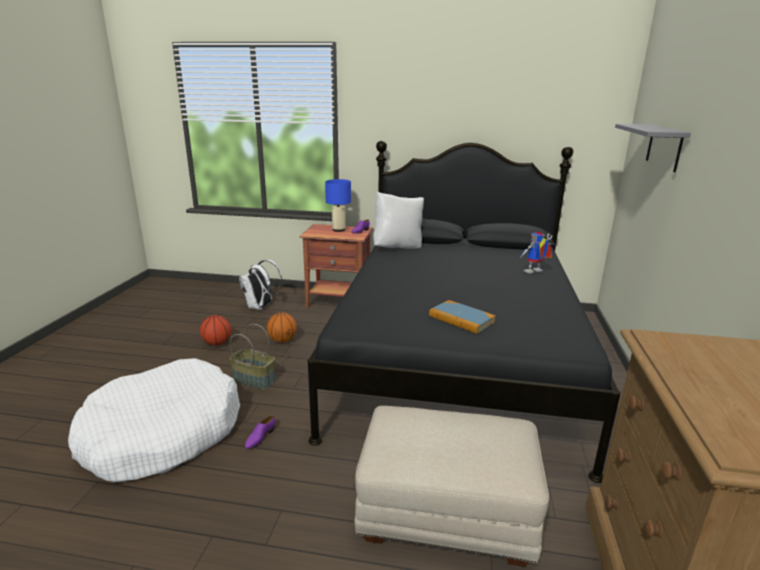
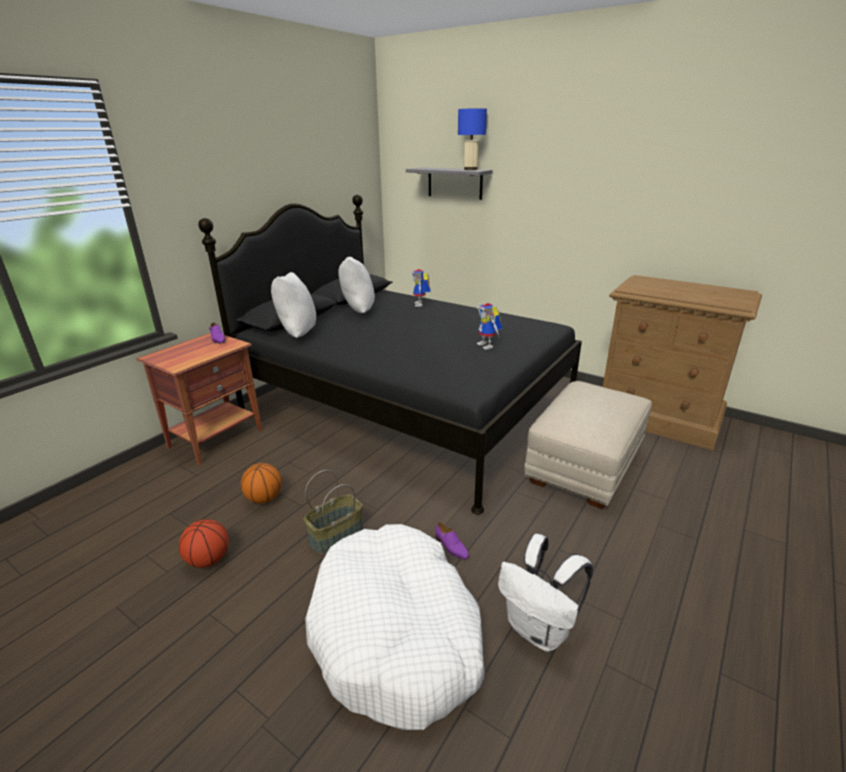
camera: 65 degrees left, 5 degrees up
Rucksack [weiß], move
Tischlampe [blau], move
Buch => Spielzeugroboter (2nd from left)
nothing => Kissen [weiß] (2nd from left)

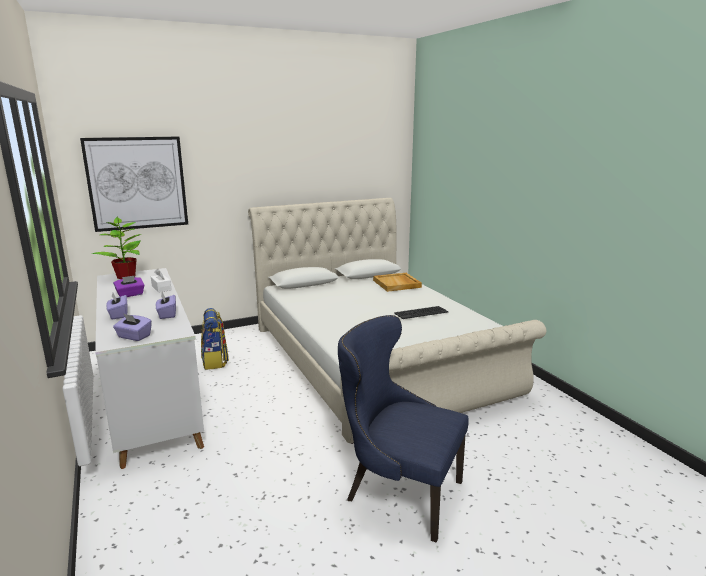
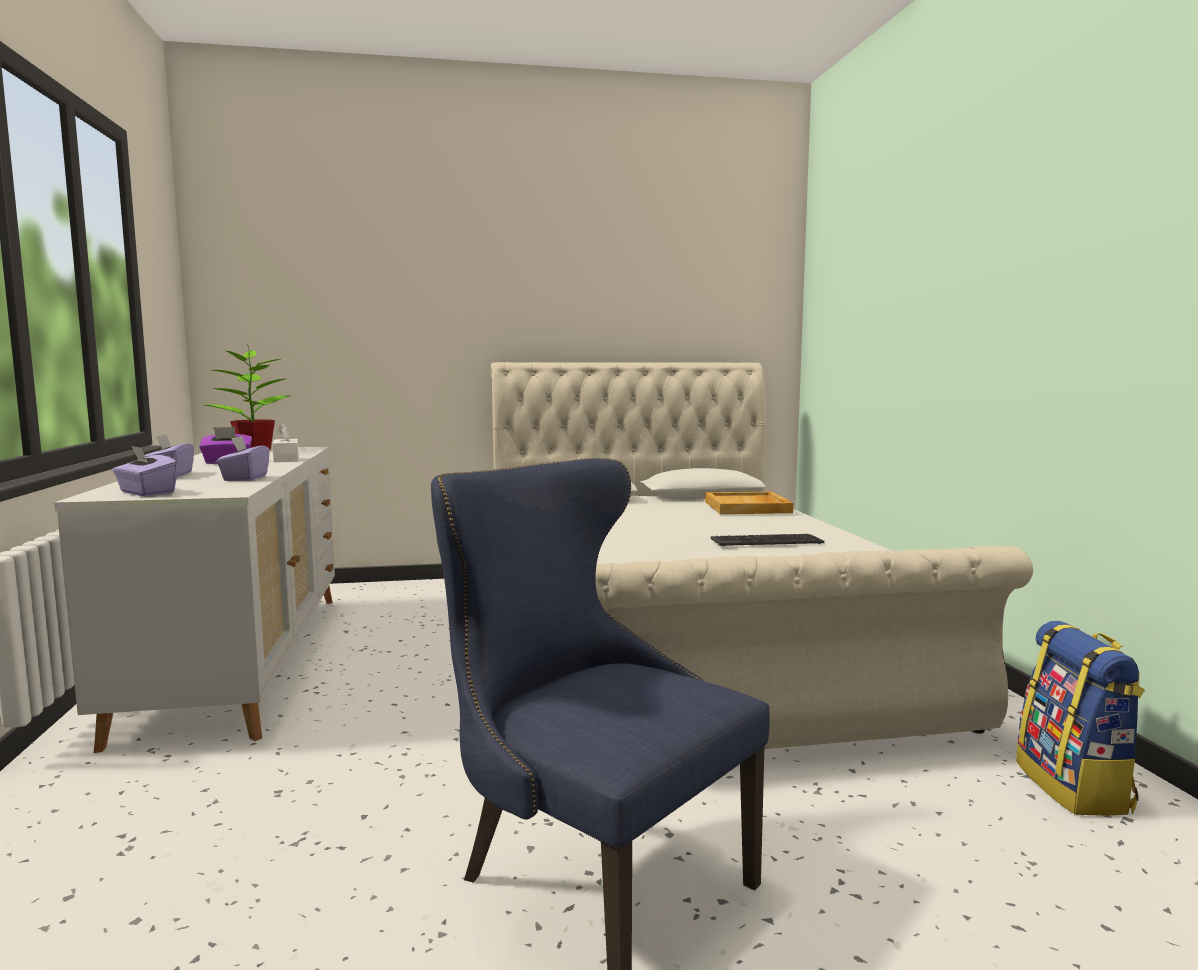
camera: 15 degrees right, 10 degrees down
Bild => nothing
Rucksack, move

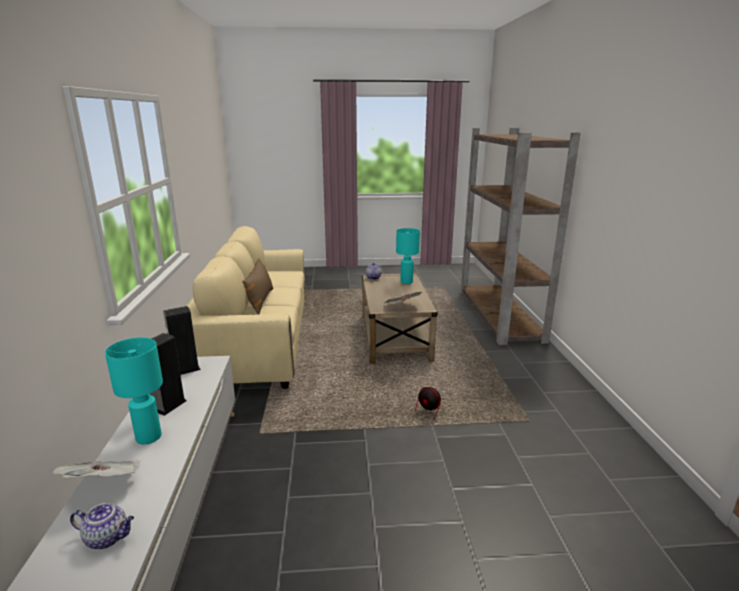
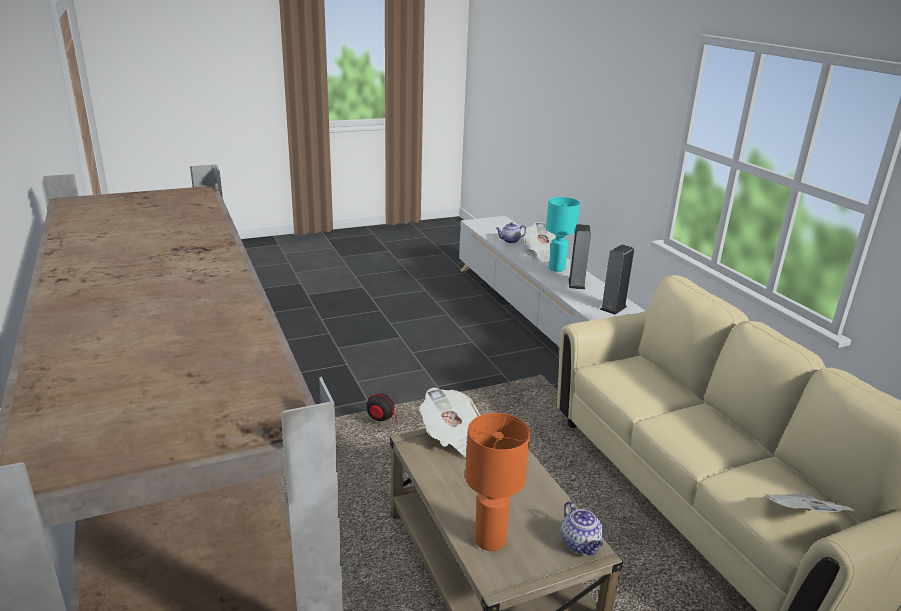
camera: 160 degrees right, 5 degrees up
Kissen [braun] => nothing
Tischlampe [türkis] (2nd from left) => Tischlampe [orange]
nothing => Zeitung (3rd from left)

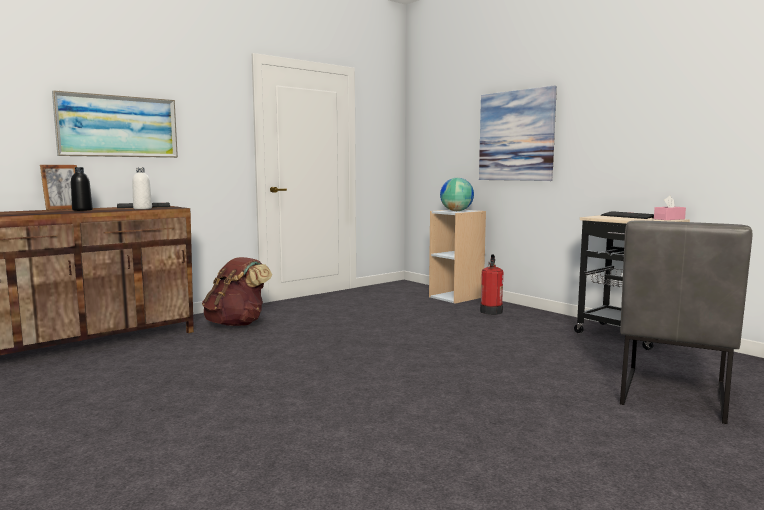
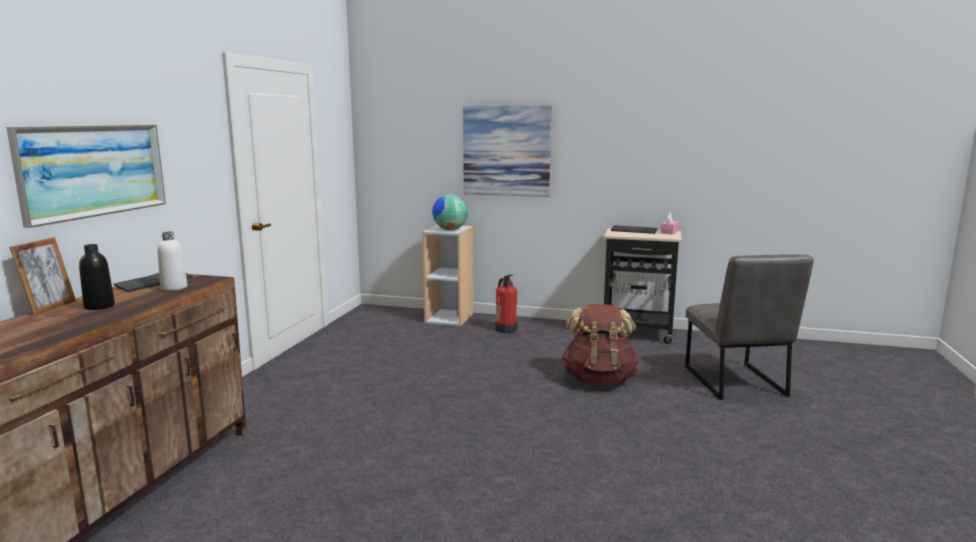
camera: 35 degrees left, 5 degrees up
Rucksack [braun], move

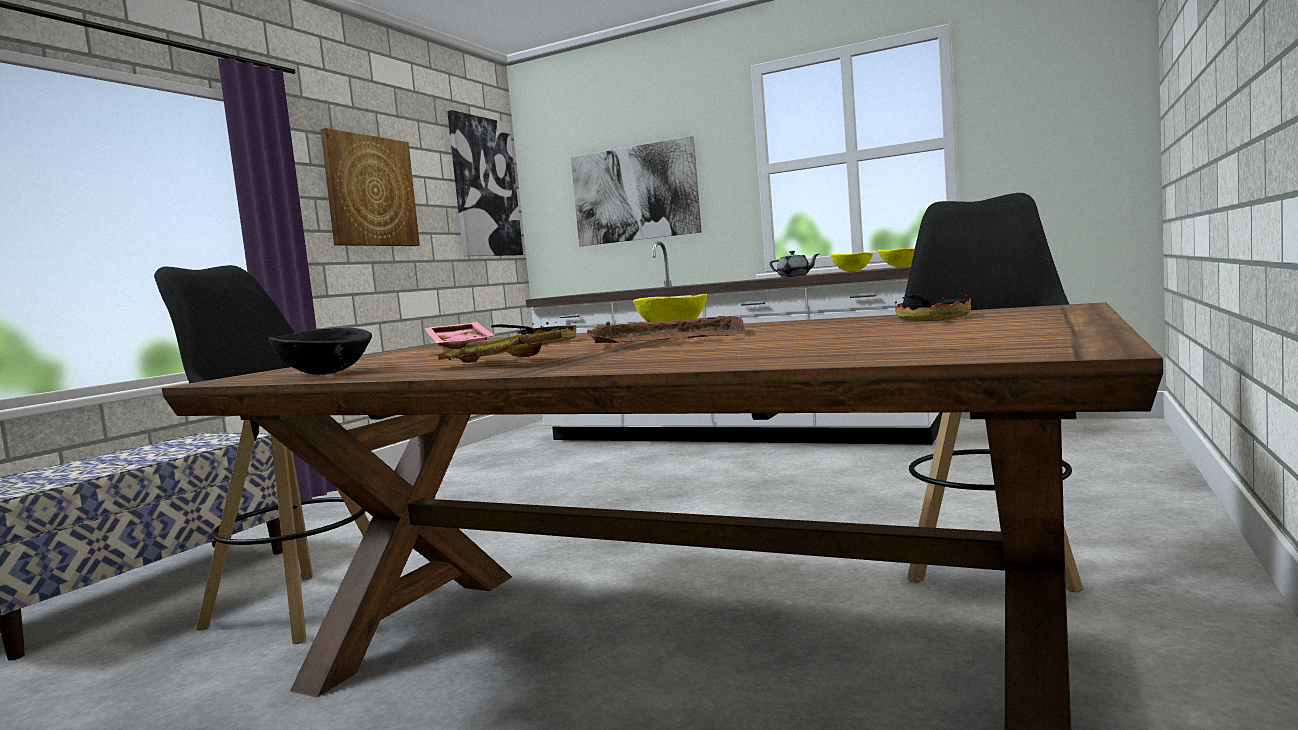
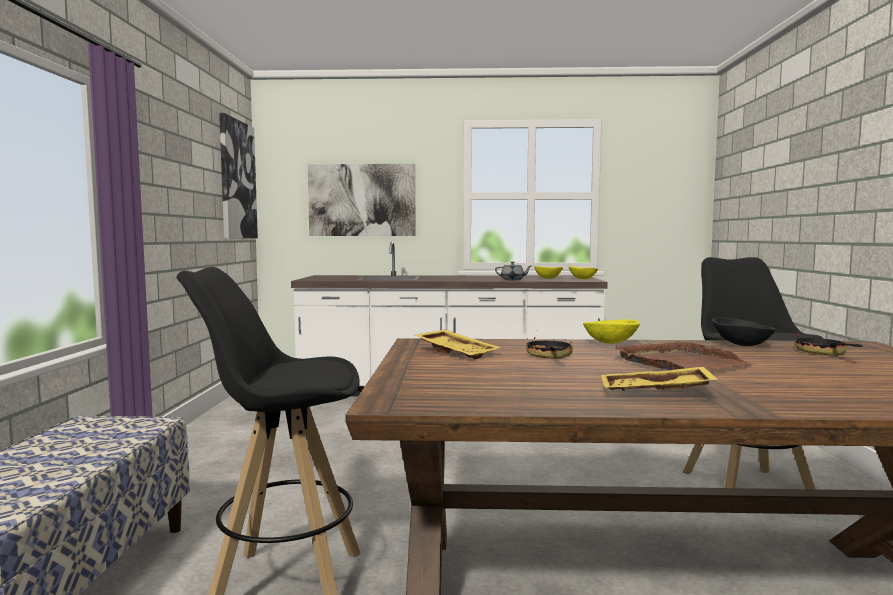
camera: 25 degrees left, 0 degrees up
Schüssel [schwarz], move
Bild (1st from left) => nothing
Tablett [rosa] => Tablett [gelb] (1st from left)

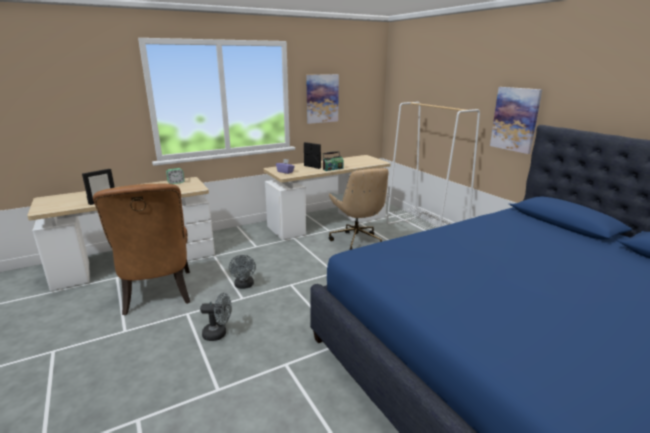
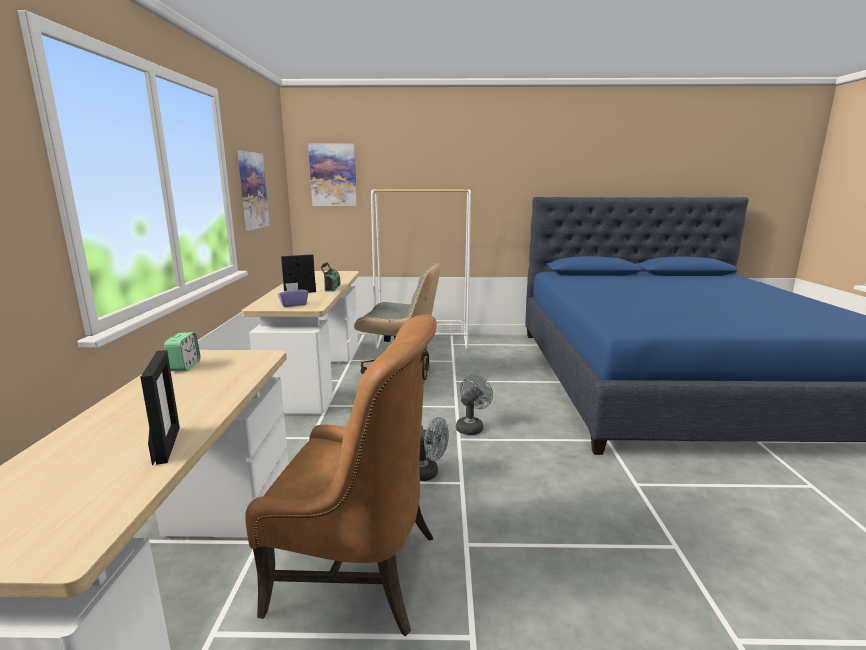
camera: 60 degrees left, 5 degrees down
Ventilator [grau] (1st from left in the first image) => Ventilator [grau] (2nd from left), move
Bild (2nd from left), move

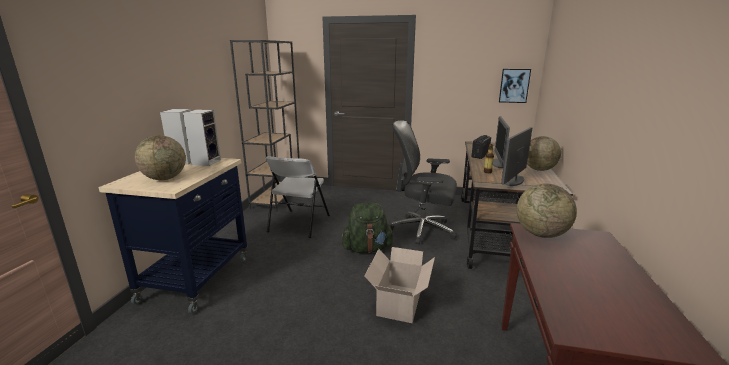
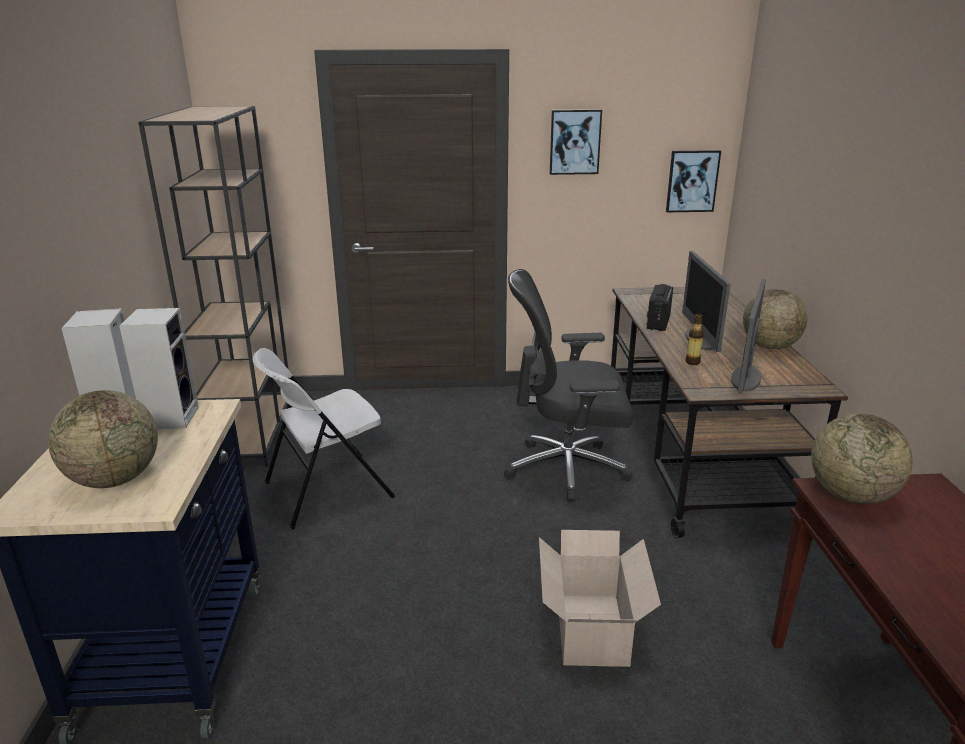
camera: 15 degrees left, 5 degrees up
Stuhl [weiß], 60 degrees clockwise
Rucksack [grün] => nothing
nothing => Bild (1st from left)

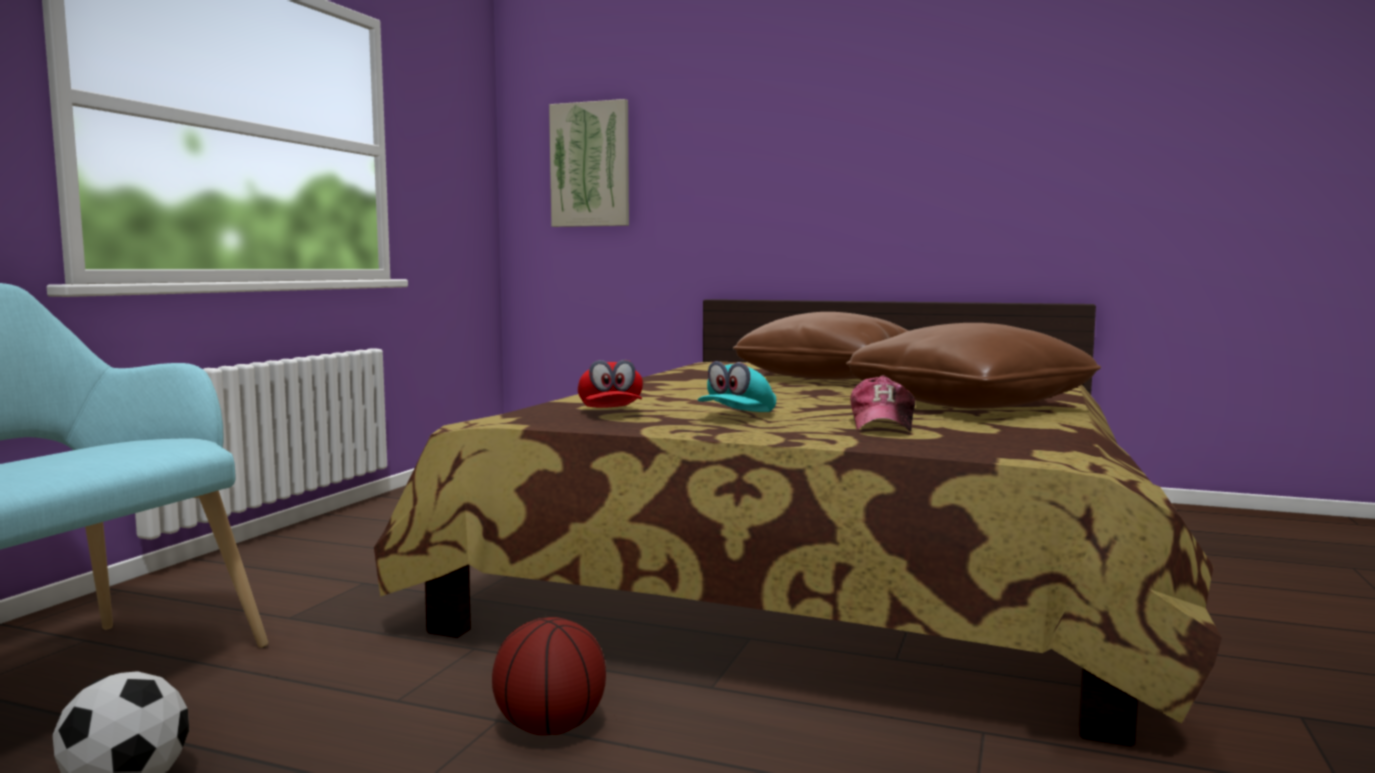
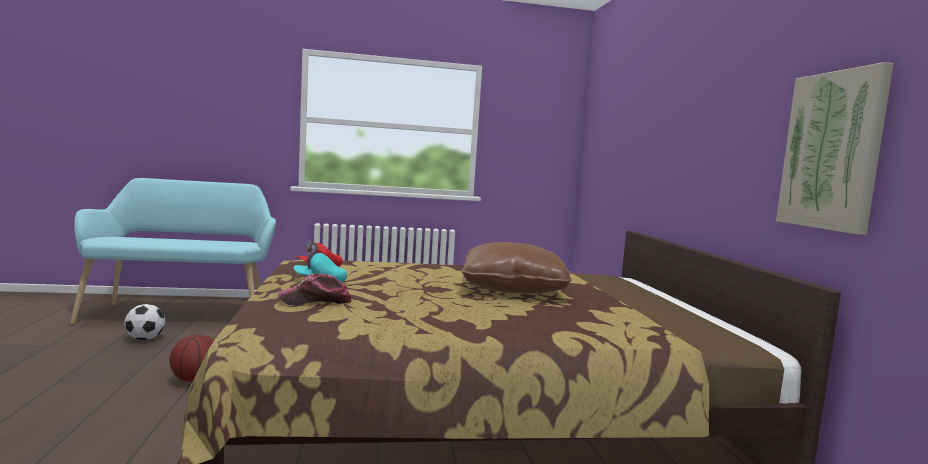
camera: 60 degrees right, 0 degrees up
Bild, move
Kissen [braun] (2nd from left) => nothing

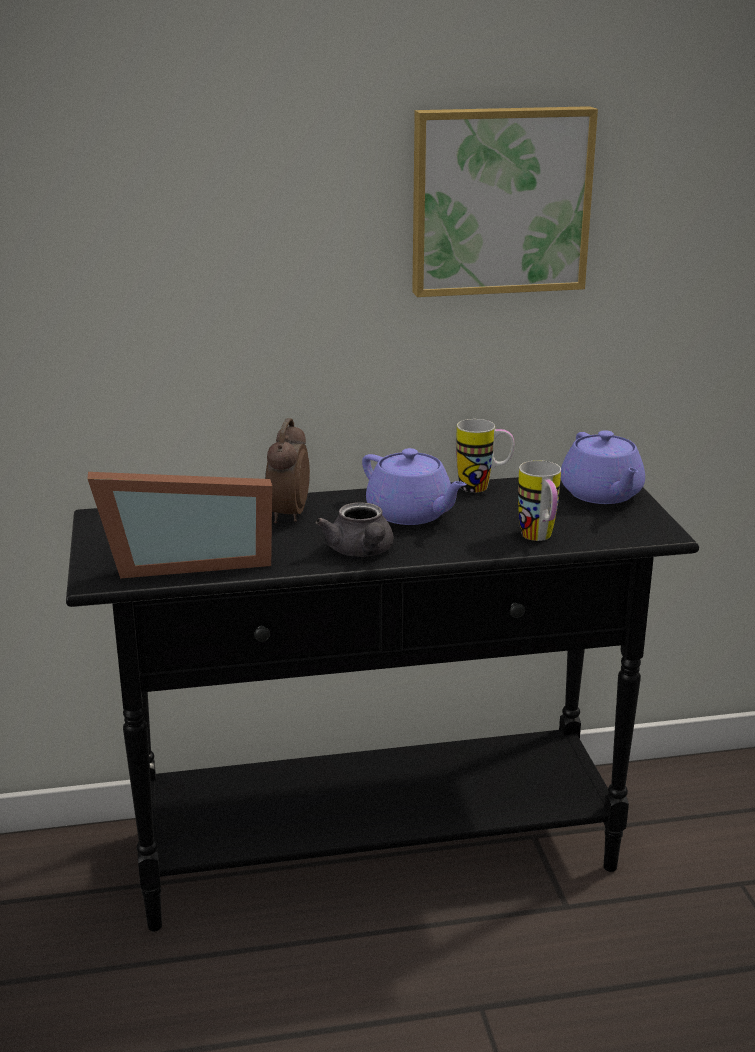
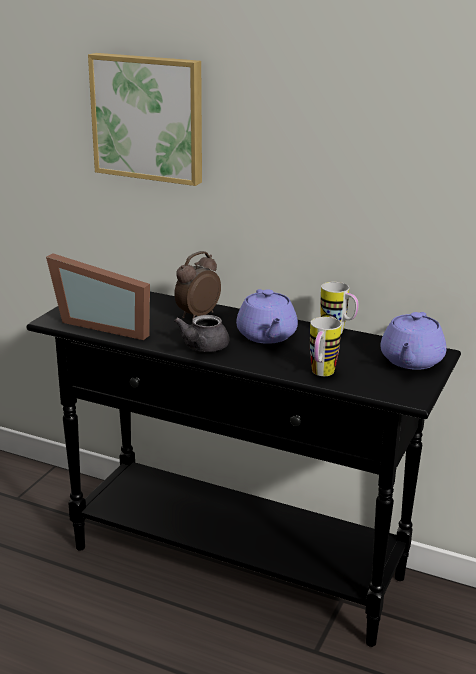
camera: 35 degrees right, 0 degrees up
Bild, move

